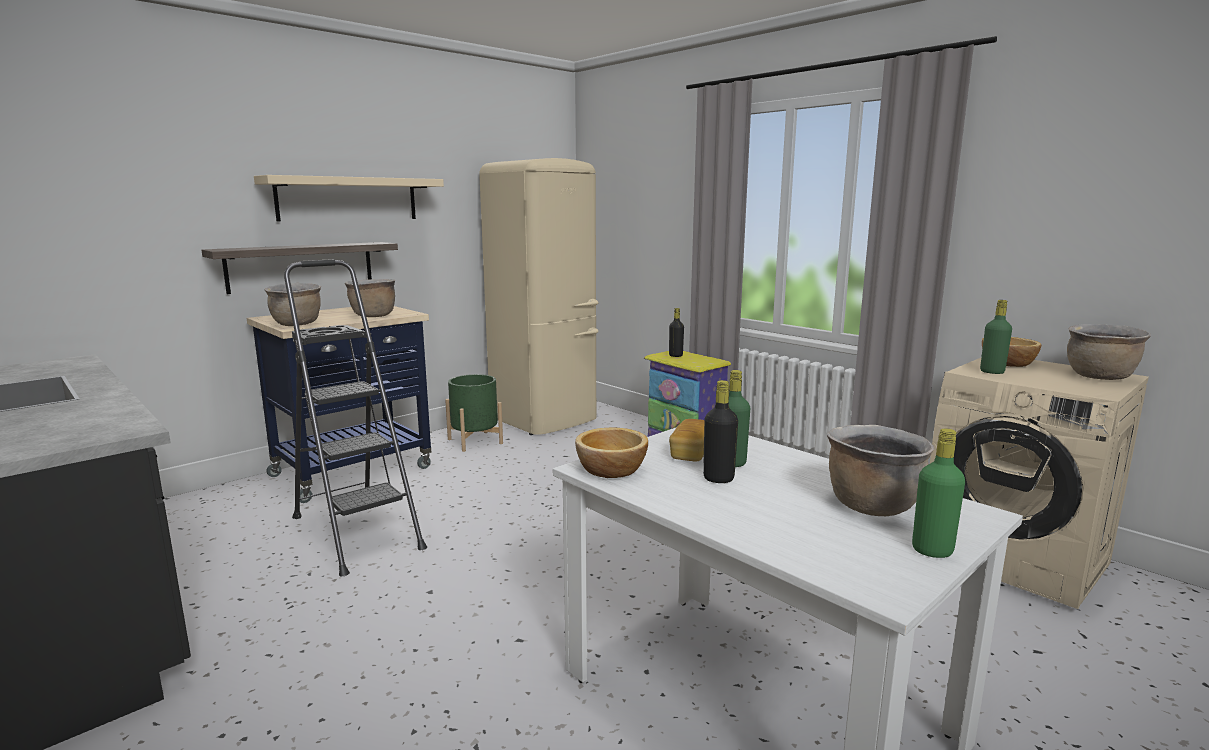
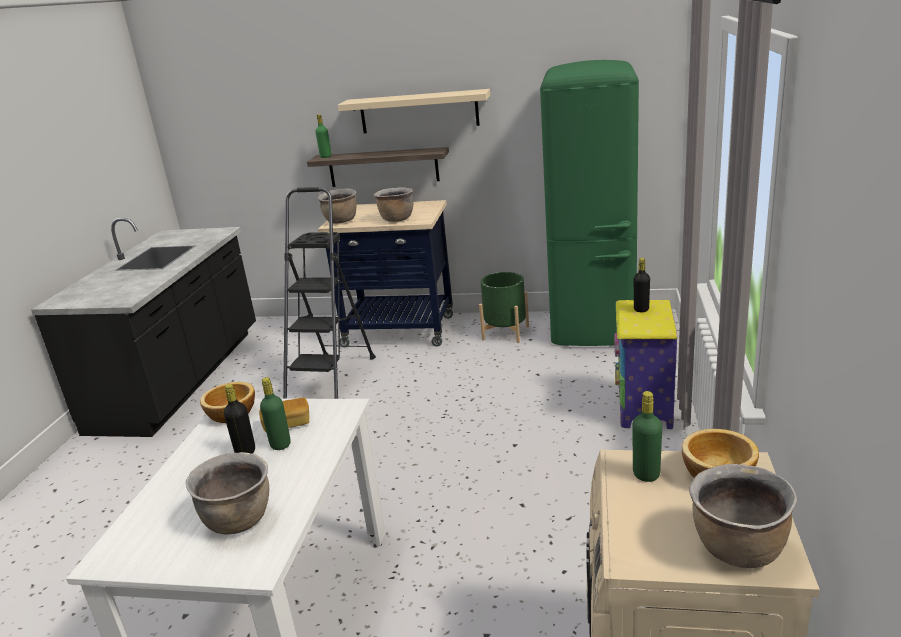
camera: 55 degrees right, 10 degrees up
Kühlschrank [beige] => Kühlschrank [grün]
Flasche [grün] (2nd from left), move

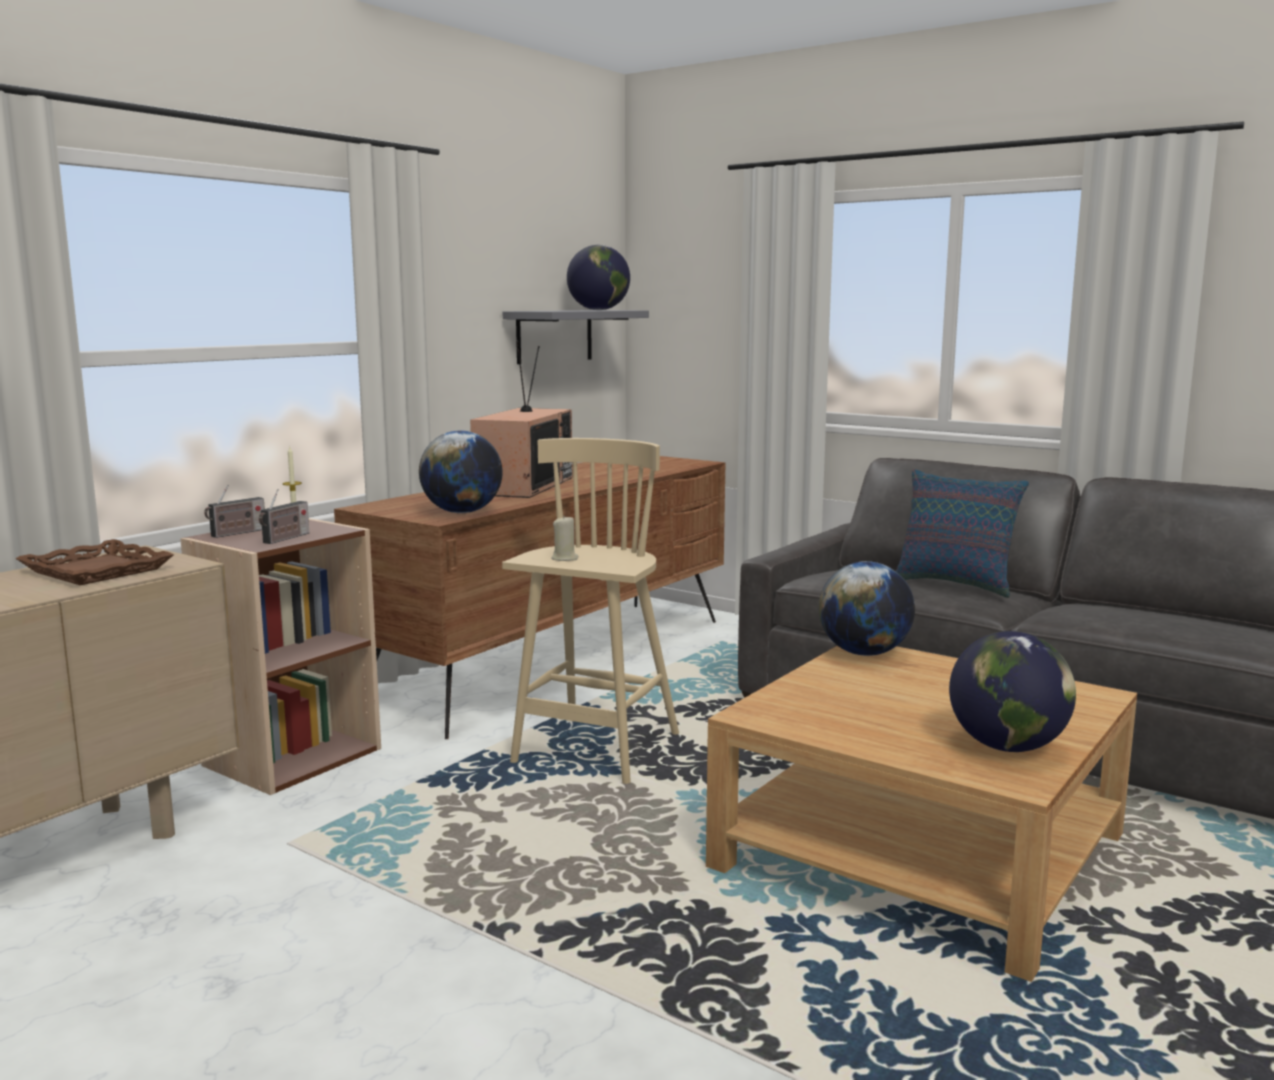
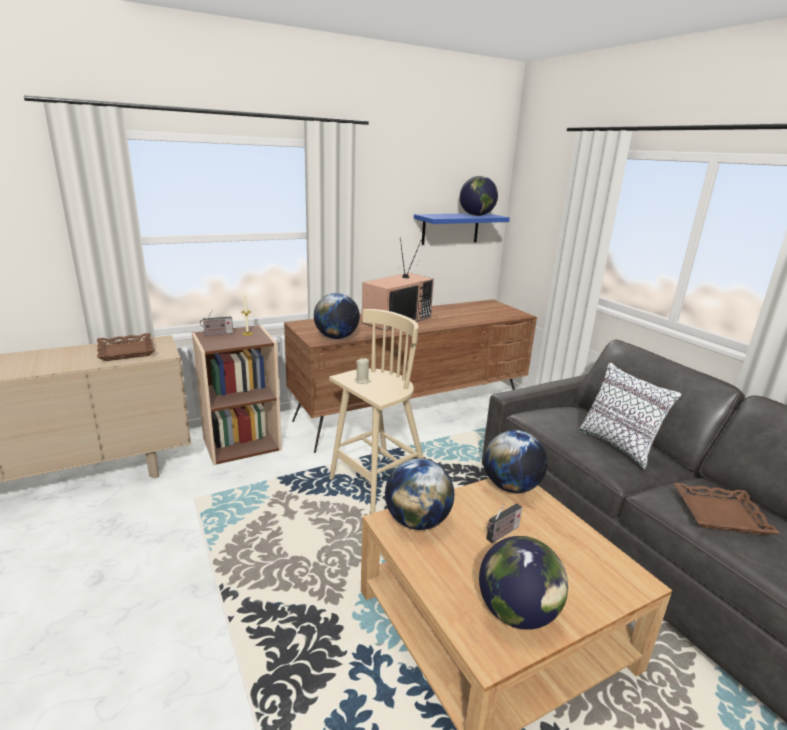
camera: 25 degrees right, 10 degrees up
Radio (2nd from left), move
Wandregal [grau] => Wandregal [blau]
Kissen [blau] => Kissen [weiß]
nothing => Globus (2nd from left)
nothing => Tablett [braun] (2nd from left)

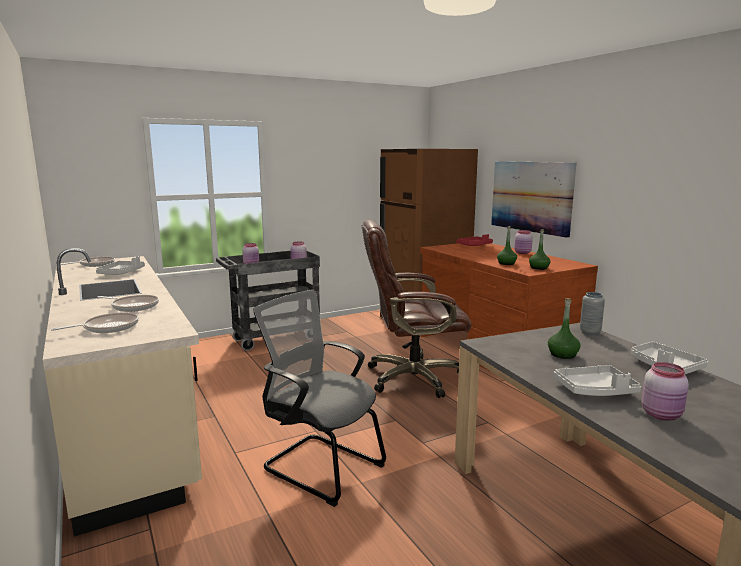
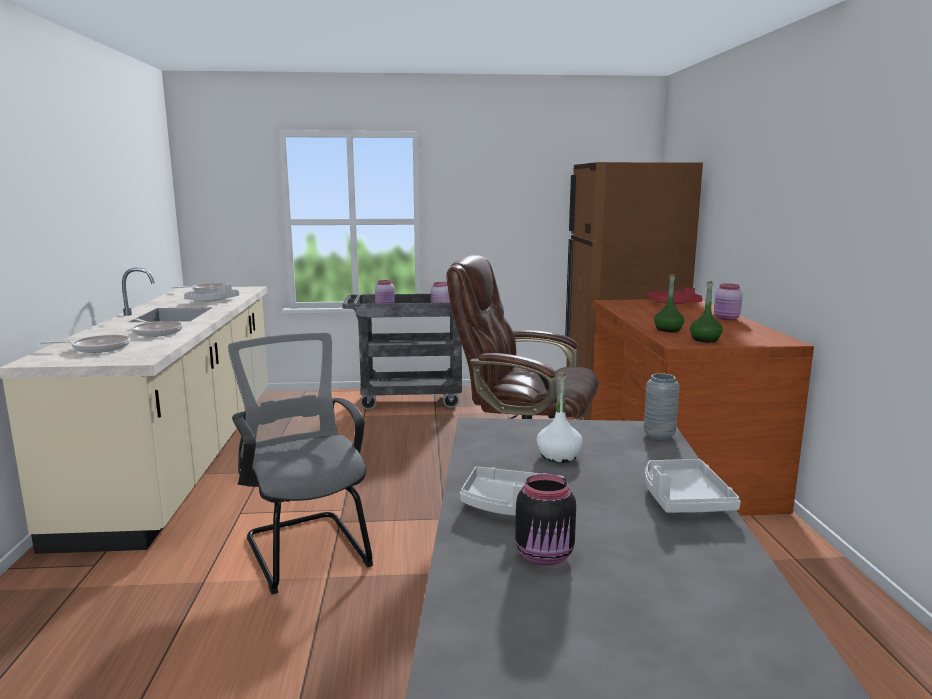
camera: 25 degrees right, 0 degrees up
Bild => nothing
Flasche [grün] (3rd from left) => Flasche [weiß]
Vorratsglas [rosa] (4th from left) => Vorratsglas [schwarz]

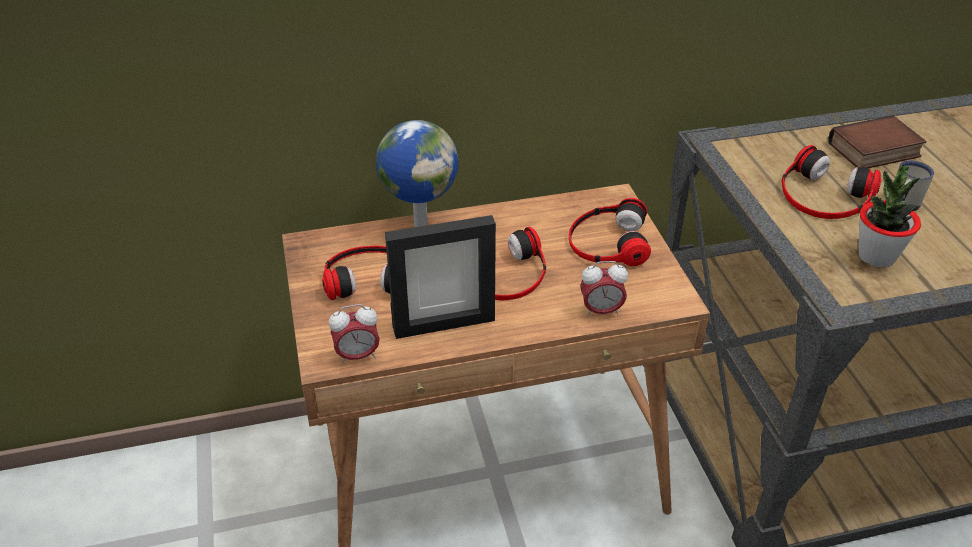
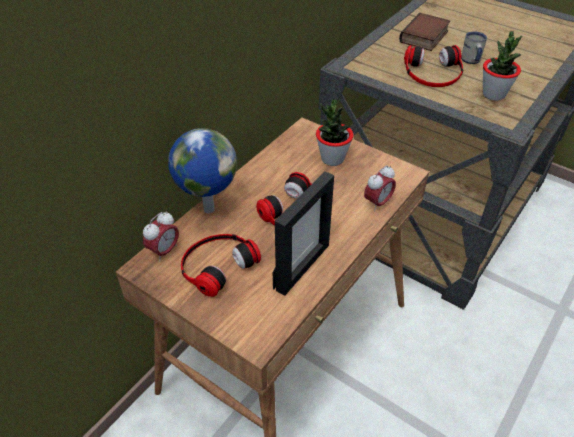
camera: 40 degrees left, 5 degrees up
Wecker (1st from left), move
Kopfhörer (3rd from left) => Topfpflanze (1st from left)

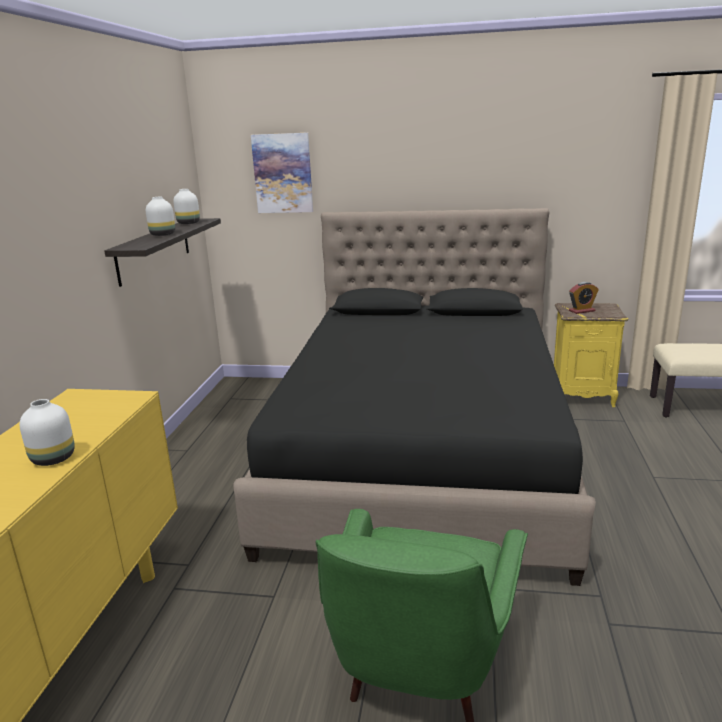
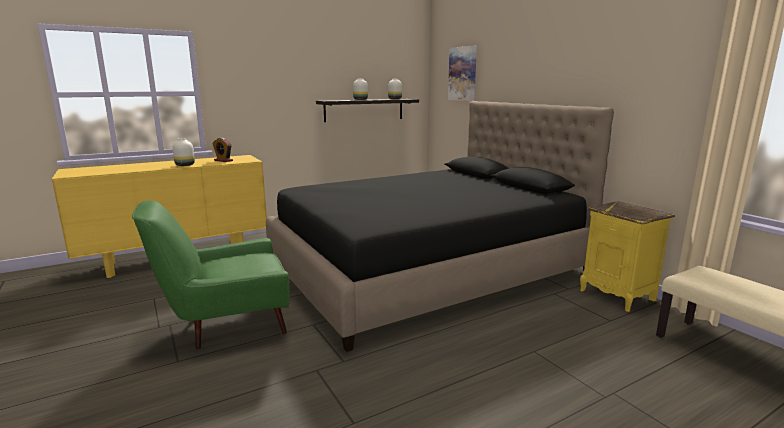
camera: 50 degrees right, 5 degrees down
Wecker, move

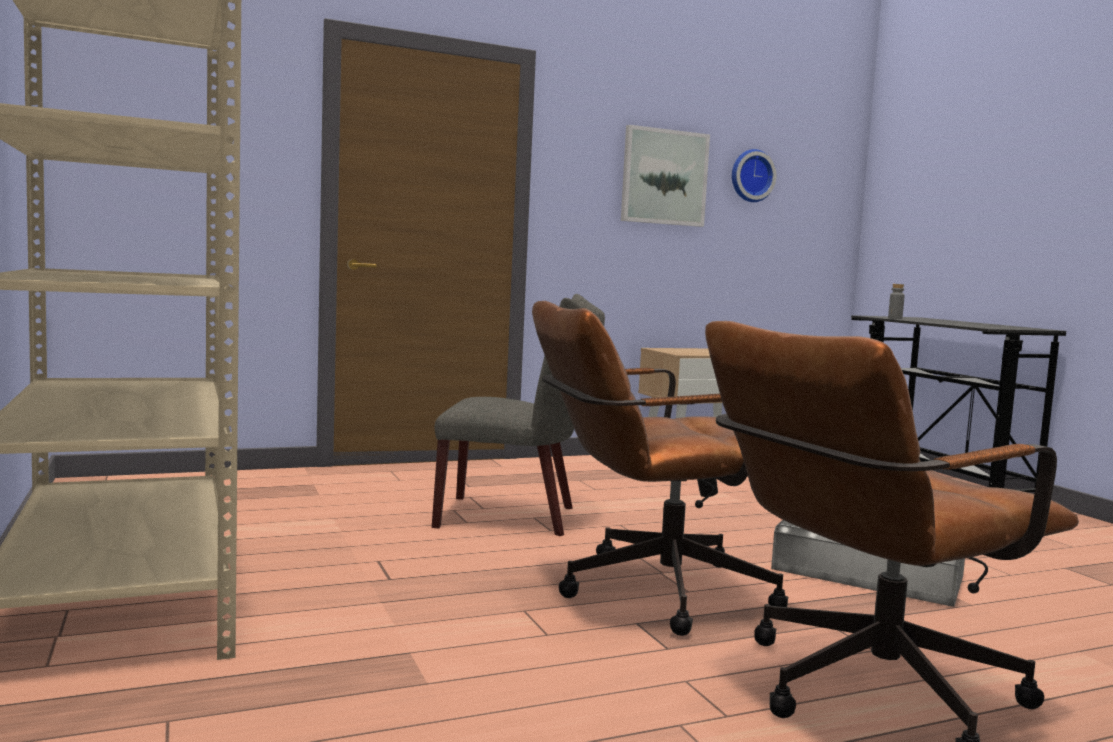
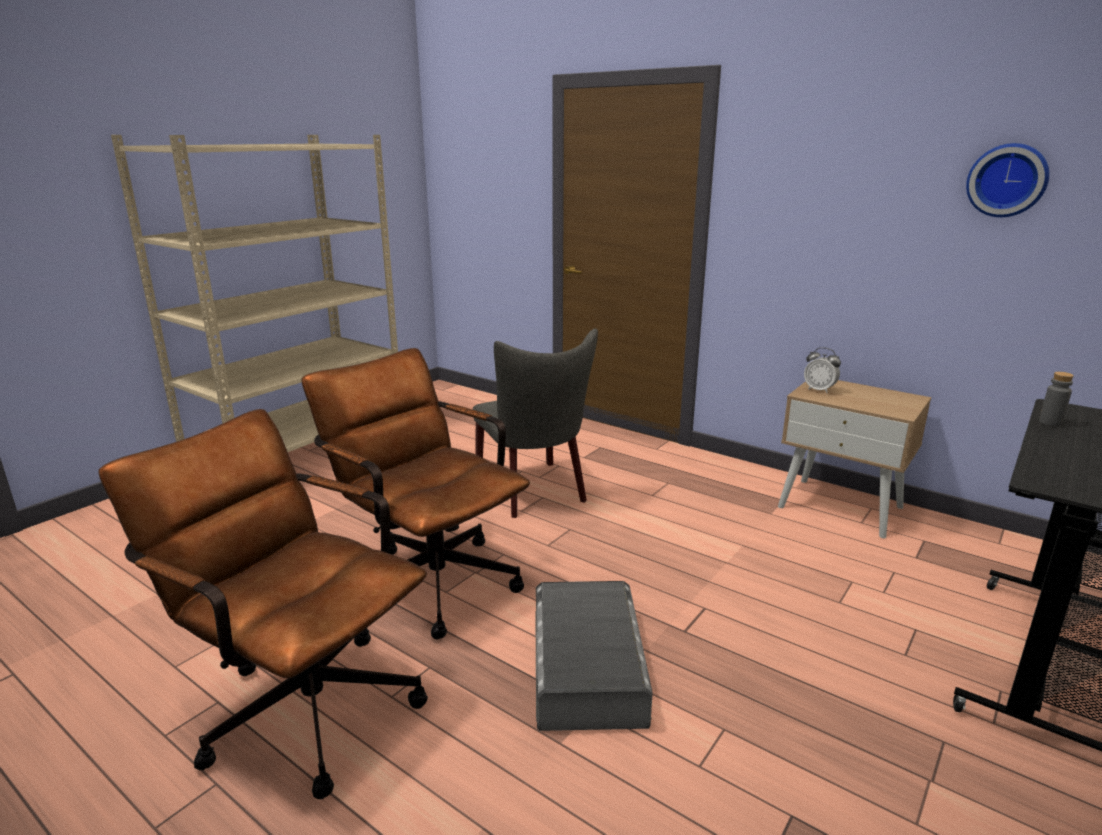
camera: 60 degrees right, 15 degrees up
Bild => nothing
nothing => Wecker

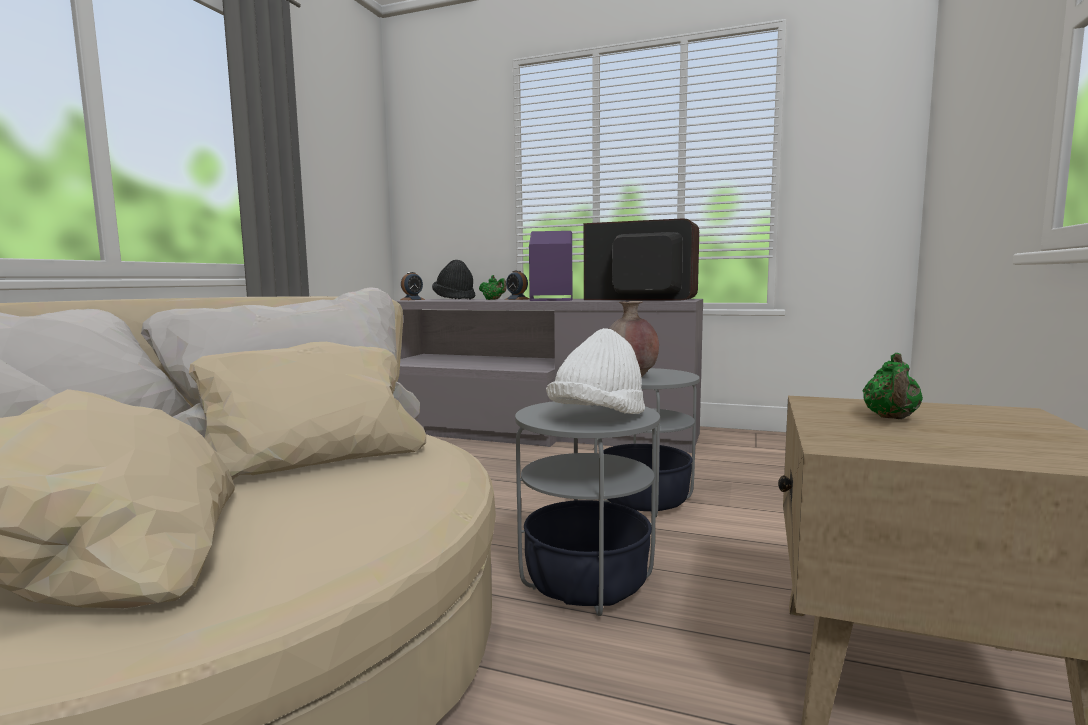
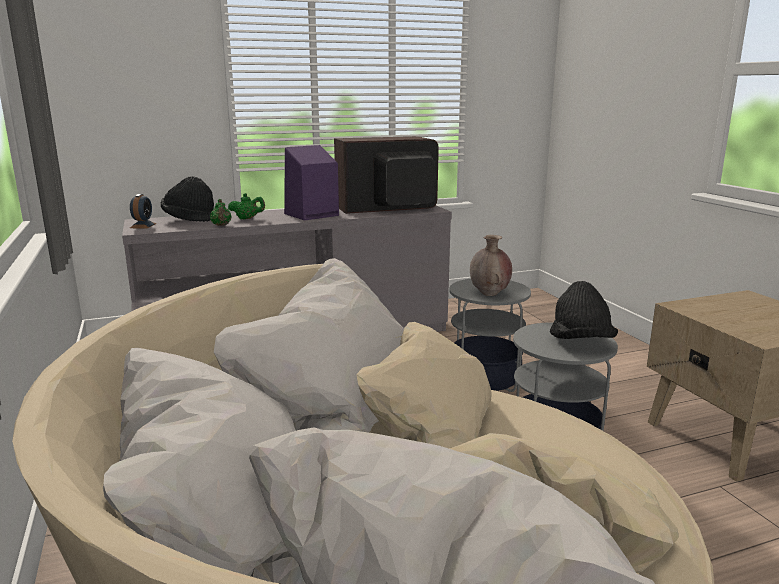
camera: 40 degrees left, 10 degrees up
Wecker (2nd from left) => nothing
Hut [weiß] => Hut [schwarz] (2nd from left)
Teekanne [grün] (2nd from left in the first image) => Teekanne [grün] (1st from left), move

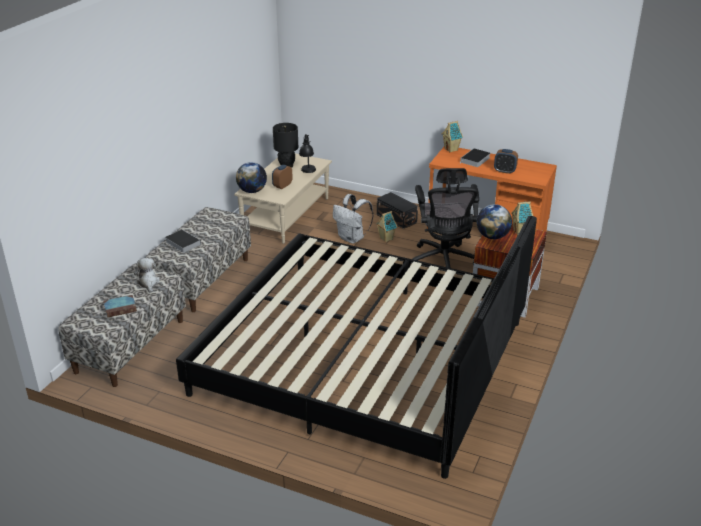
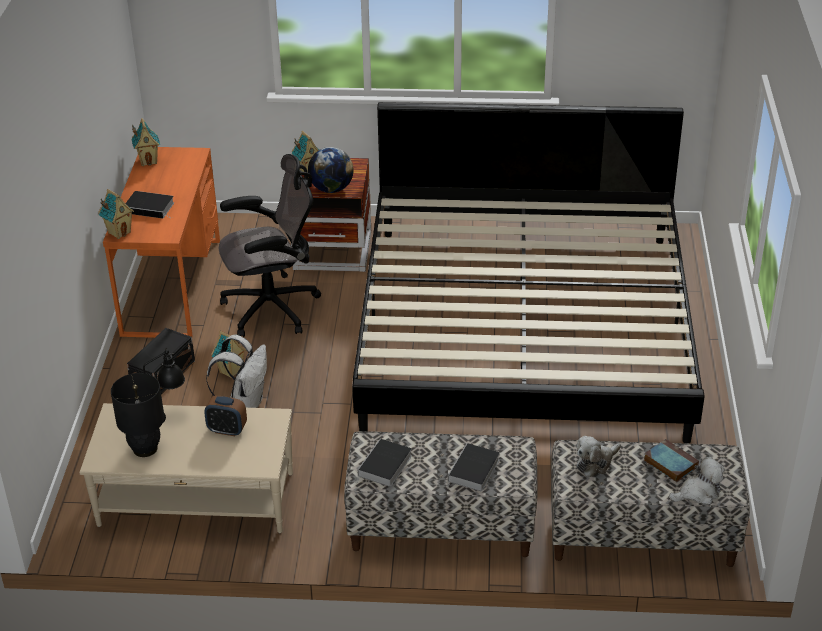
camera: 110 degrees left, 5 degrees up
Globus (1st from left) => nothing
Wecker (2nd from left) => nothing
nothing => Spielzeughaus (2nd from left)
nothing => Buch (2nd from left)
nothing => Plüschtier (2nd from left)

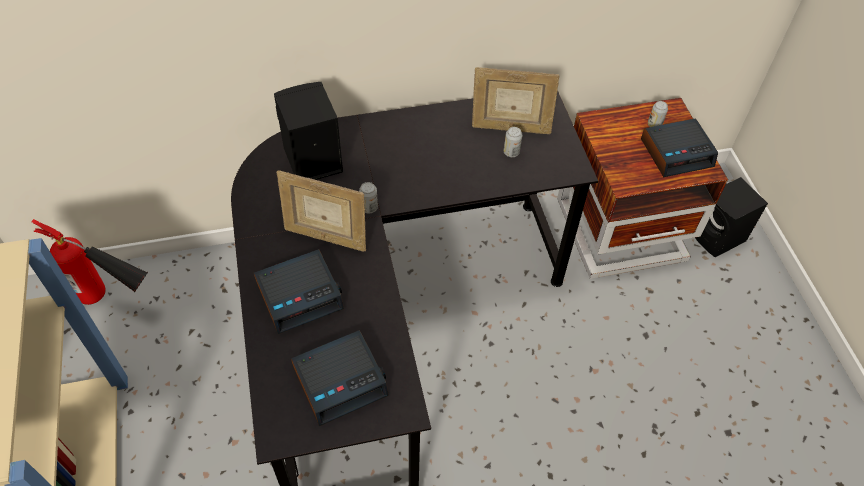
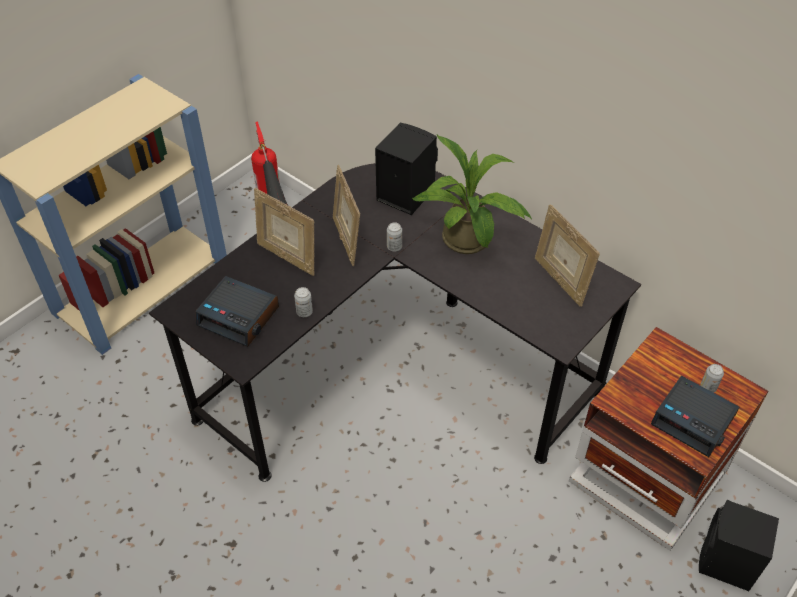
camera: 55 degrees right, 5 degrees down
Wecker (1st from left) => Bilderrahmen (1st from left)
Dose (2nd from left in the first image) => Dose (1st from left), move
nothing => Topfpflanze

